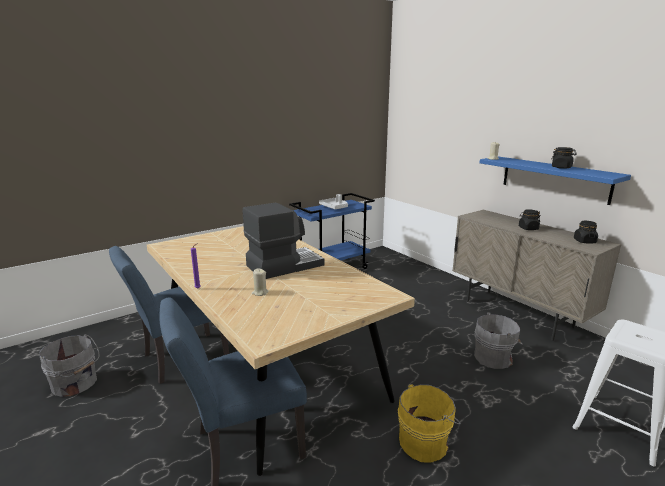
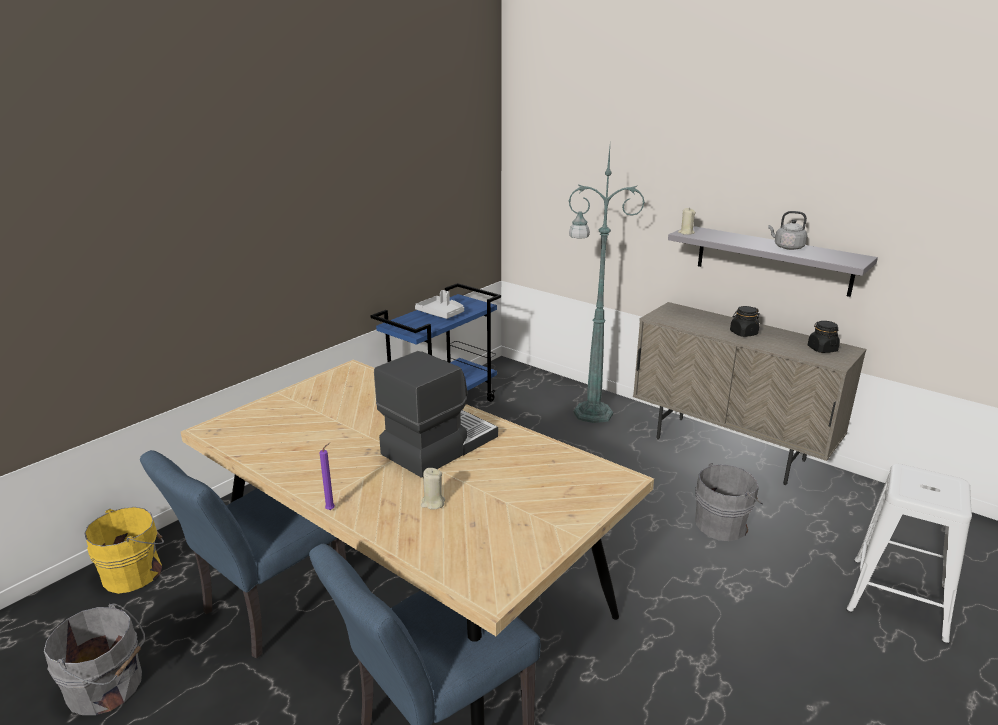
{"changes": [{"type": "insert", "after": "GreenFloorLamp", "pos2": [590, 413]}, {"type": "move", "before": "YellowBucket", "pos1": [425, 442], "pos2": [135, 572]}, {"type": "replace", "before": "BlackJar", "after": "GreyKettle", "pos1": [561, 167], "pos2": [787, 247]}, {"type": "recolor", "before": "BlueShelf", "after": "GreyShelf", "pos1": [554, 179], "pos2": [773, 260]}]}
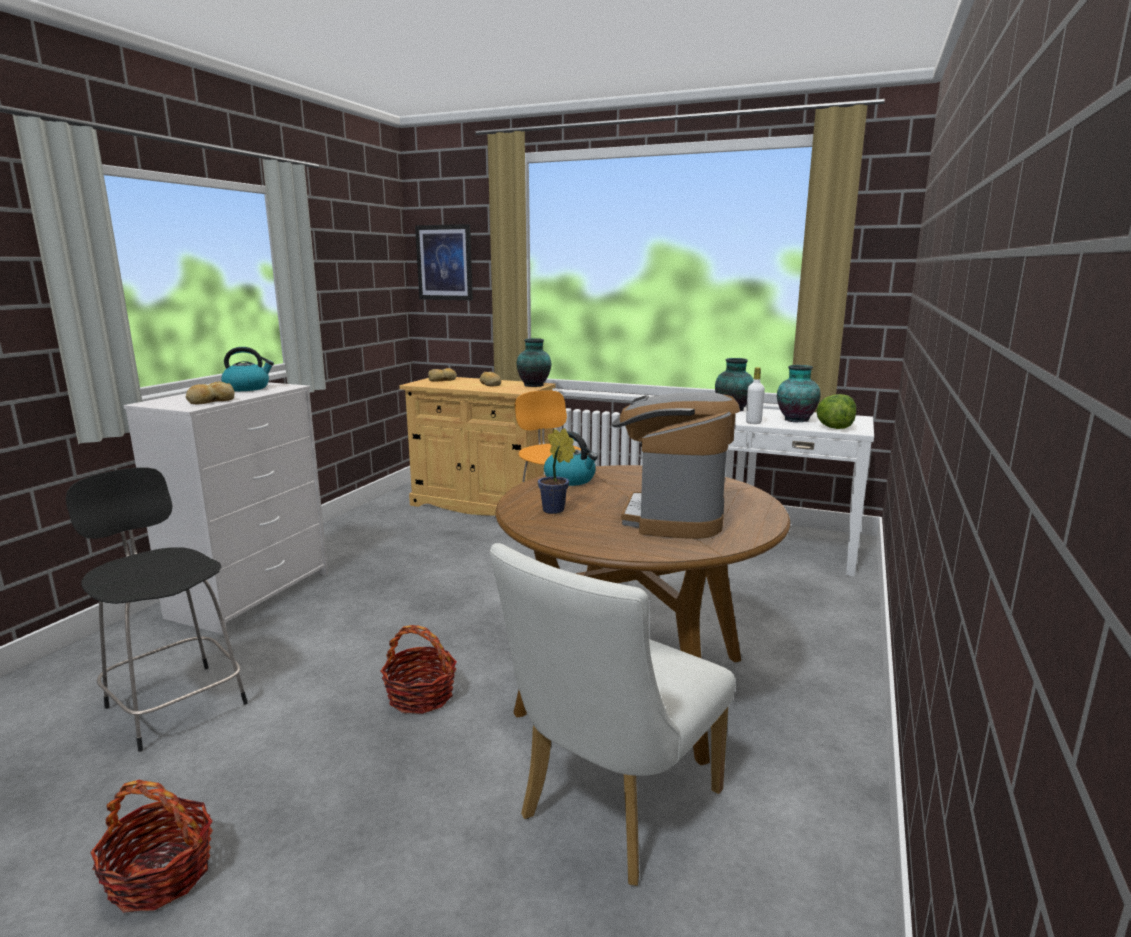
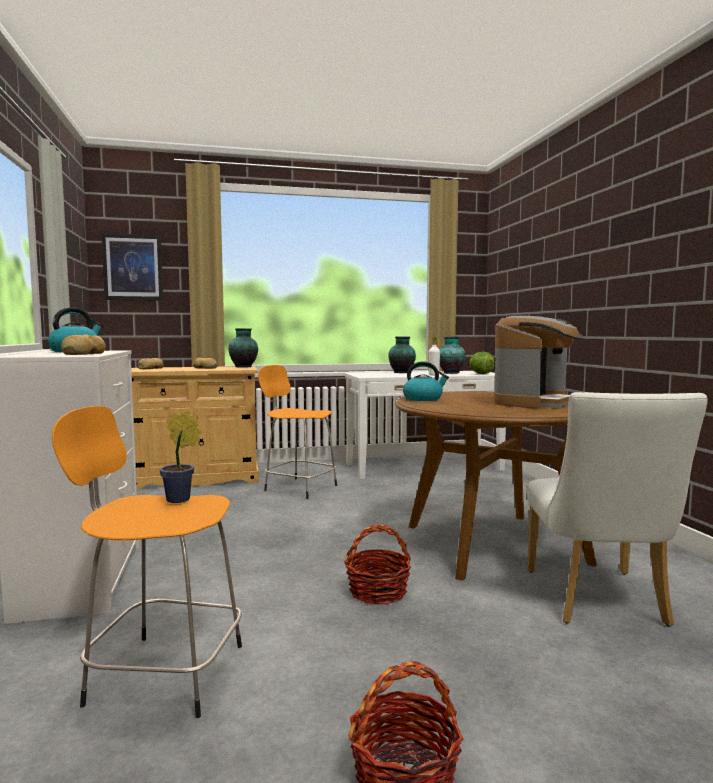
{"changes": [{"type": "move", "before": "PottedPlant", "pos1": [556, 511], "pos2": [181, 500]}, {"type": "recolor", "before": "BlackStool", "after": "OrangeStool", "pos1": [174, 703], "pos2": [162, 673]}, {"type": "rotate", "before": "CoffeeMachine", "pos1": [672, 517], "pos2": [534, 403], "turn": -120}]}
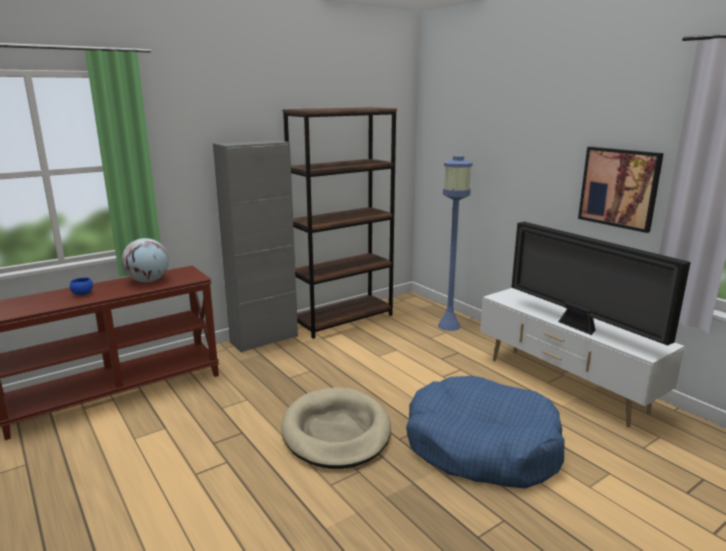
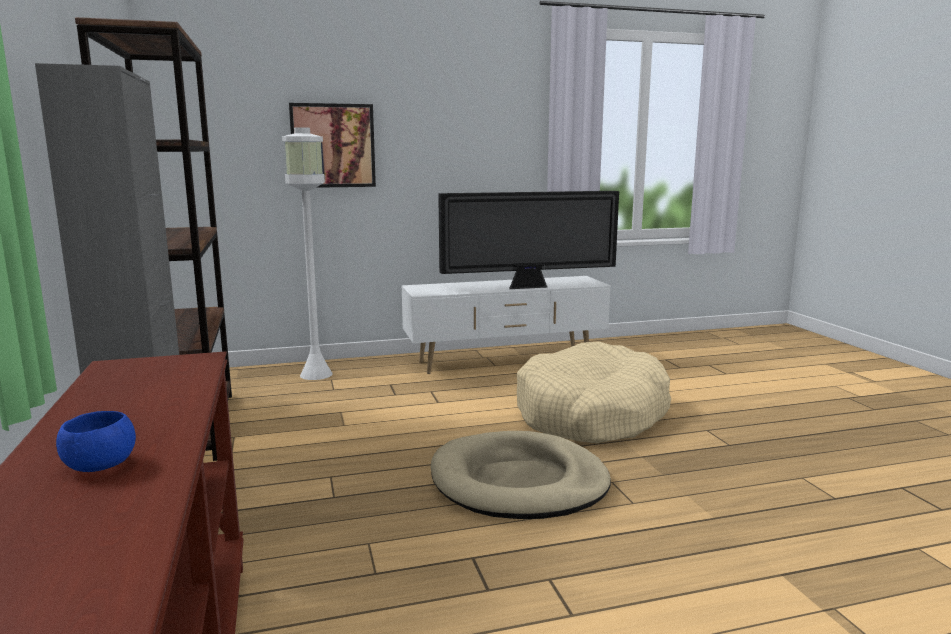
{"changes": [{"type": "delete", "before": "Globe", "pos1": [148, 281]}, {"type": "move", "before": "Picture", "pos1": [619, 188], "pos2": [333, 146]}, {"type": "recolor", "before": "BlueDogBed", "after": "BeigeDogBed", "pos1": [481, 446], "pos2": [591, 414]}, {"type": "recolor", "before": "BlueFloorLamp", "after": "WhiteFloorLamp", "pos1": [449, 326], "pos2": [316, 374]}]}
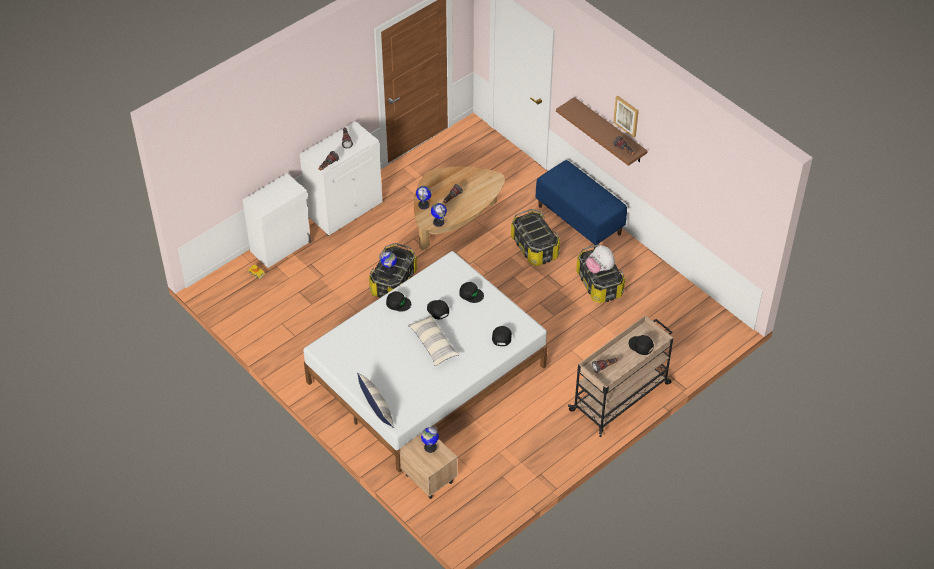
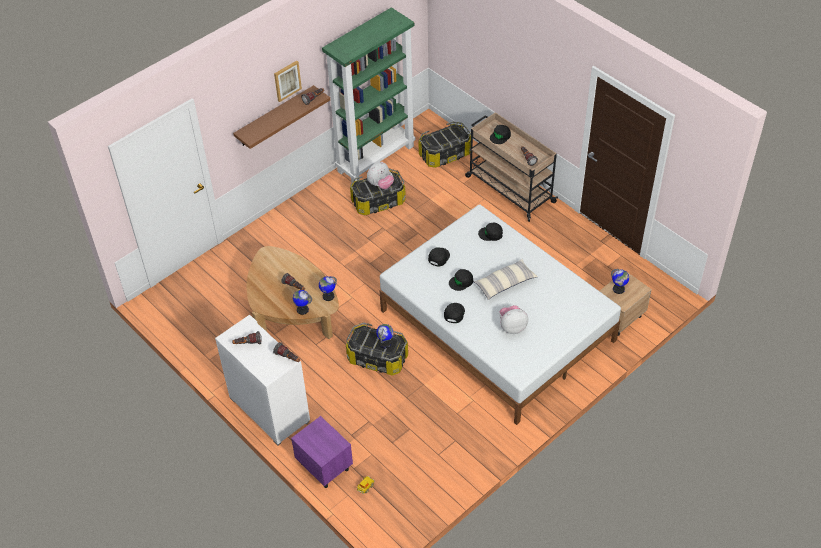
{"changes": [{"type": "delete", "before": "Pillow", "pos1": [376, 407]}, {"type": "delete", "before": "BlueBench", "pos1": [580, 220]}, {"type": "insert", "after": "GreenBookcase", "pos2": [376, 158]}, {"type": "insert", "after": "PlushToy", "pos2": [512, 327]}, {"type": "move", "before": "StorageBox", "pos1": [535, 247], "pos2": [444, 154]}, {"type": "replace", "before": "WhiteCabinet", "after": "PurpleNightstand", "pos1": [281, 246], "pos2": [324, 465]}]}
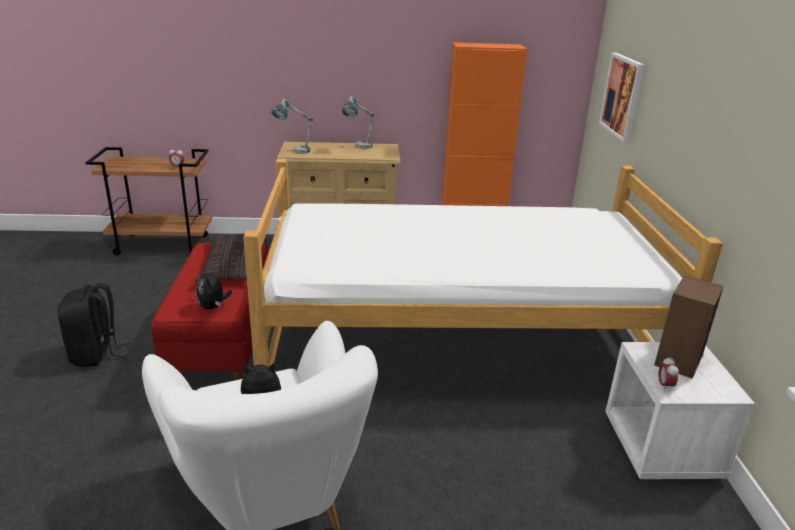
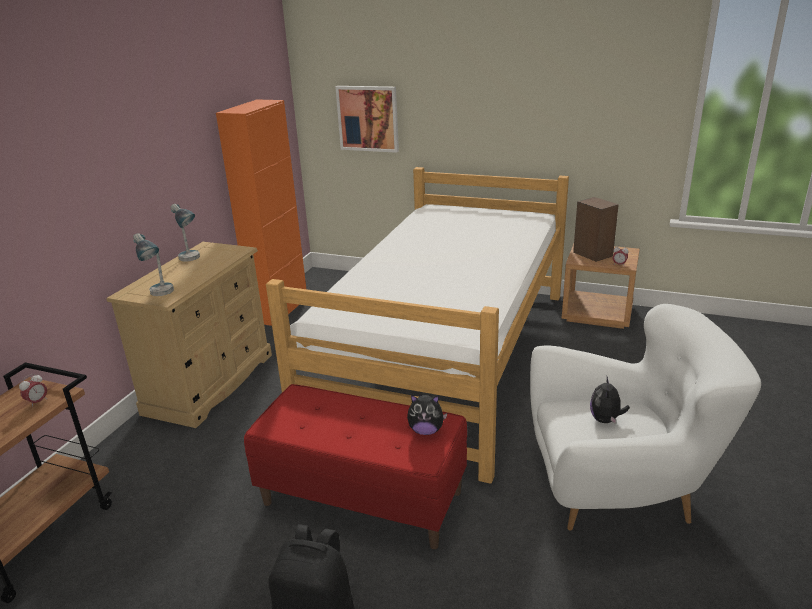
{"changes": [{"type": "delete", "before": "Pillow", "pos1": [229, 264]}, {"type": "recolor", "before": "WhiteNightstand", "after": "BrownNightstand", "pos1": [661, 448], "pos2": [597, 314]}]}
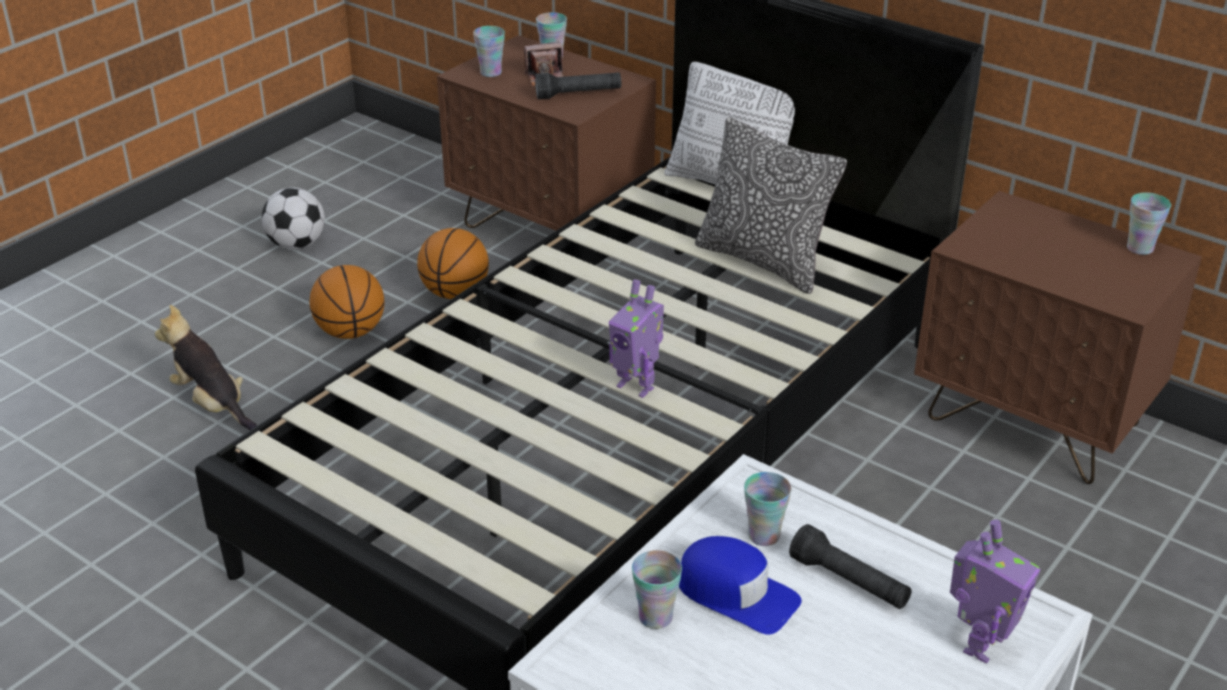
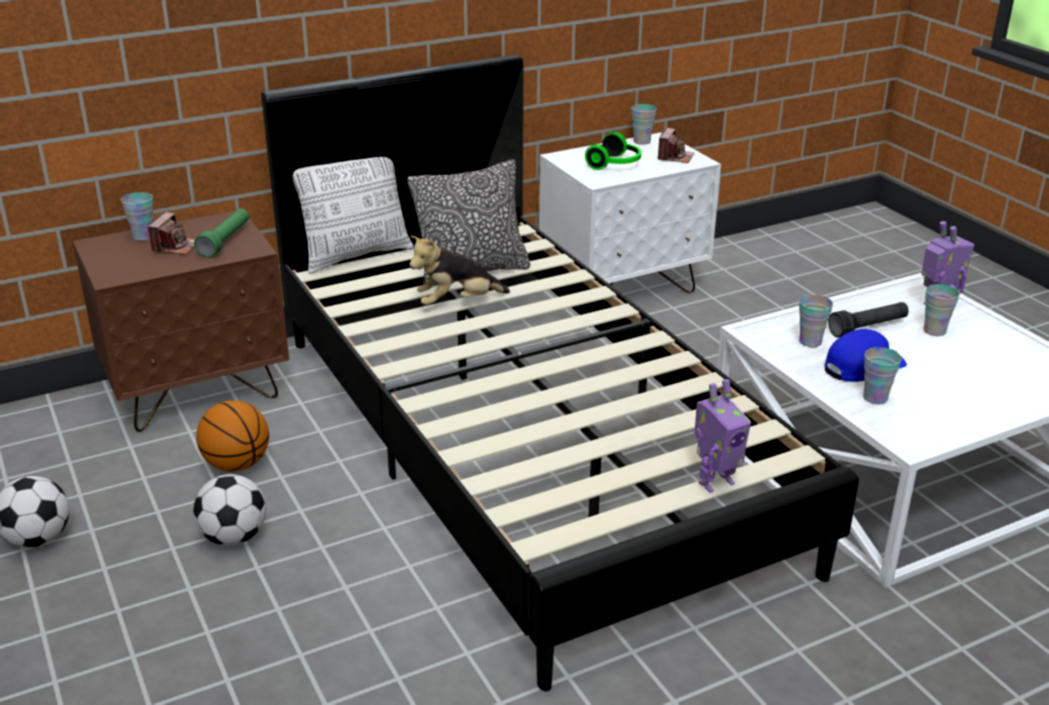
{"changes": [{"type": "insert", "after": "Headphones", "pos2": [616, 164]}, {"type": "insert", "after": "PhotoCamera", "pos2": [675, 157]}, {"type": "move", "before": "PlushToy", "pos1": [212, 404], "pos2": [457, 303]}, {"type": "move", "before": "Cup", "pos1": [491, 72], "pos2": [934, 331]}, {"type": "move", "before": "ToyRobot", "pos1": [636, 386], "pos2": [715, 482]}, {"type": "replace", "before": "Basketball", "after": "Football", "pos1": [351, 332], "pos2": [234, 537]}, {"type": "recolor", "before": "BlackFlashlight", "after": "GreenFlashlight", "pos1": [578, 95], "pos2": [225, 241]}, {"type": "recolor", "before": "BrownNightstand", "after": "WhiteNightstand", "pos1": [1033, 423], "pos2": [623, 288]}]}
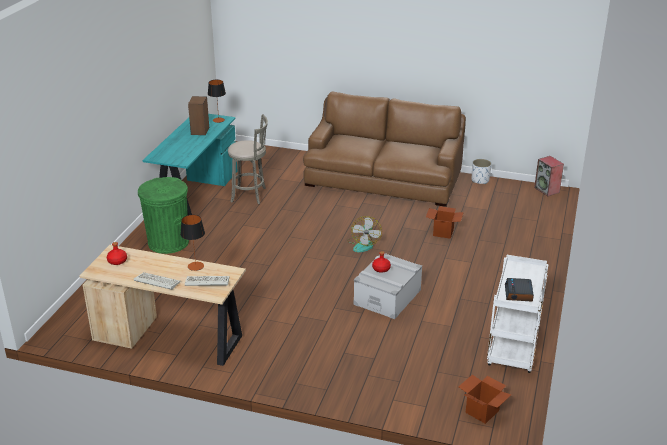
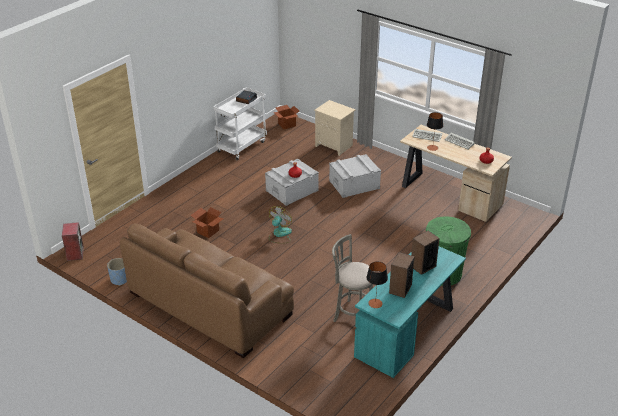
{"changes": [{"type": "insert", "after": "BeigeNightstand", "pos2": [335, 146]}, {"type": "insert", "after": "GreyStorageBox", "pos2": [354, 184]}, {"type": "insert", "after": "Speaker", "pos2": [423, 266]}, {"type": "recolor", "before": "WhitePlanter", "after": "BluePlanter", "pos1": [480, 180], "pos2": [119, 279]}]}
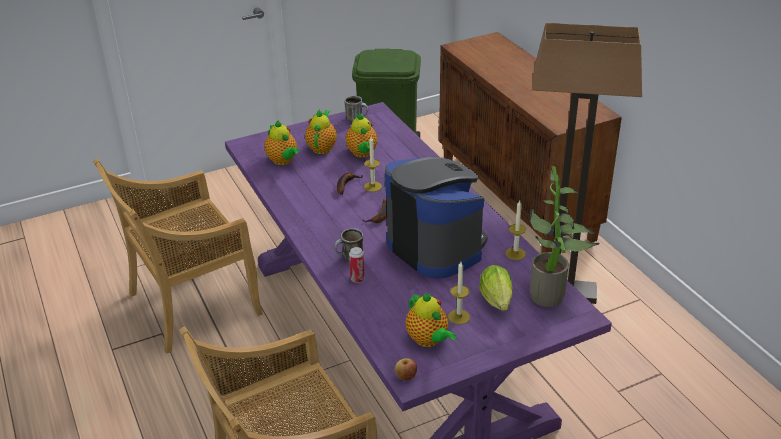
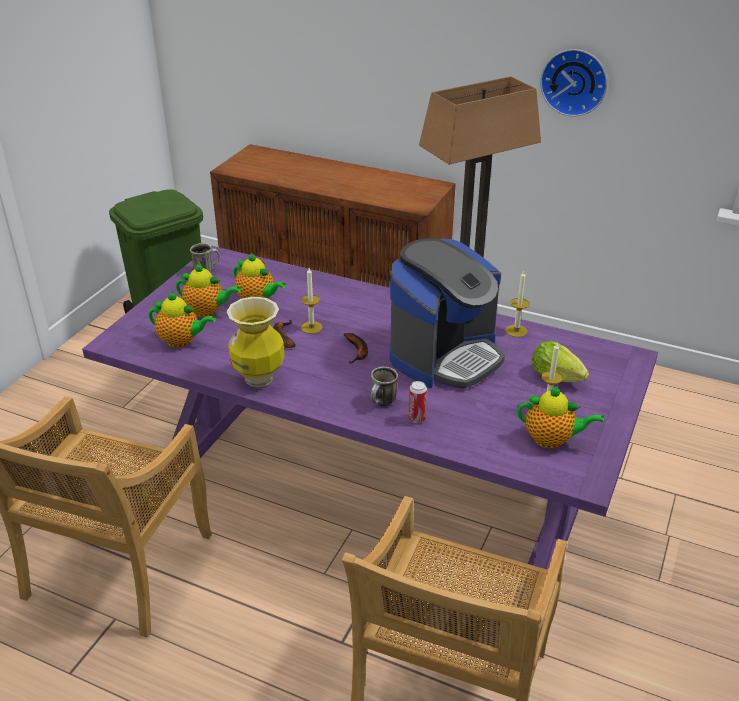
{"changes": [{"type": "delete", "before": "Apple", "pos1": [406, 376]}, {"type": "delete", "before": "PottedPlant", "pos1": [552, 296]}, {"type": "insert", "after": "Vase", "pos2": [259, 378]}, {"type": "insert", "after": "WallClock", "pos2": [574, 81]}, {"type": "rotate", "before": "Teapot", "pos1": [322, 147], "pos2": [207, 311], "turn": 135}, {"type": "rotate", "before": "CoffeeMachine", "pos1": [435, 247], "pos2": [445, 356], "turn": 120}]}
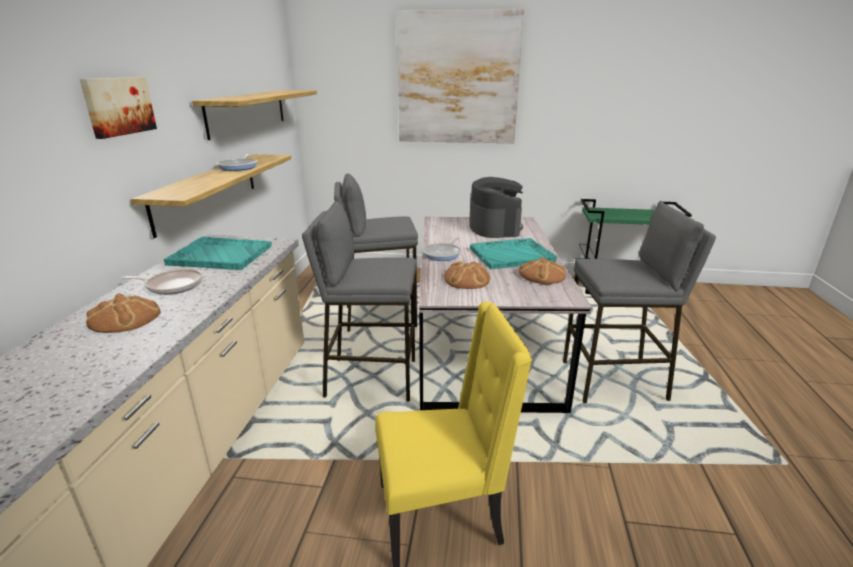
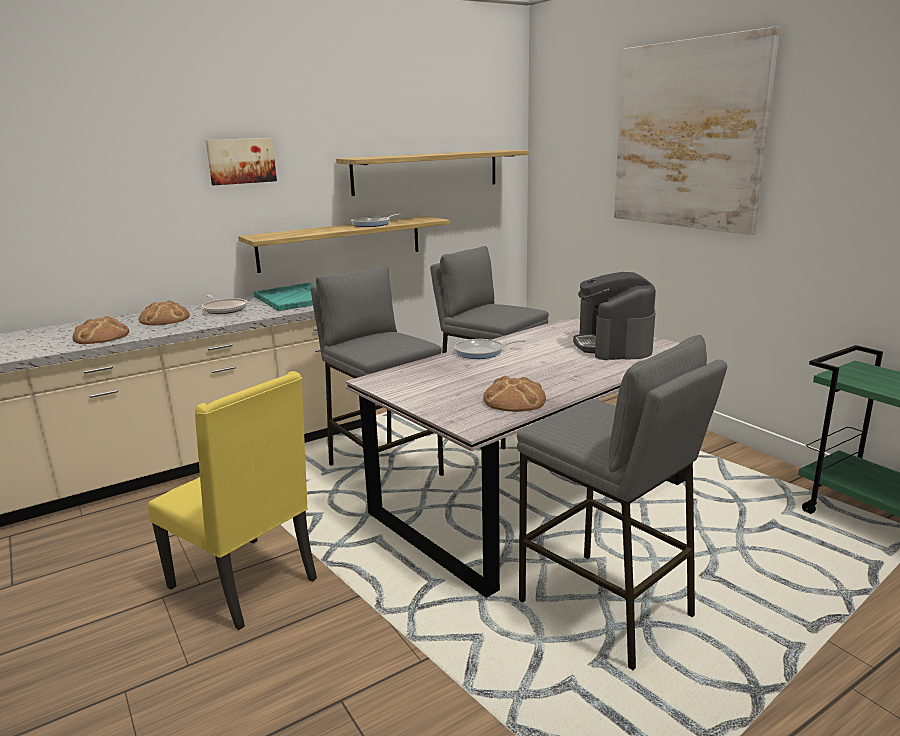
{"changes": [{"type": "delete", "before": "TurquoiseTray", "pos1": [512, 255]}, {"type": "move", "before": "Bread", "pos1": [467, 279], "pos2": [102, 336]}, {"type": "rotate", "before": "CoffeeMachine", "pos1": [494, 227], "pos2": [613, 345], "turn": 135}]}
